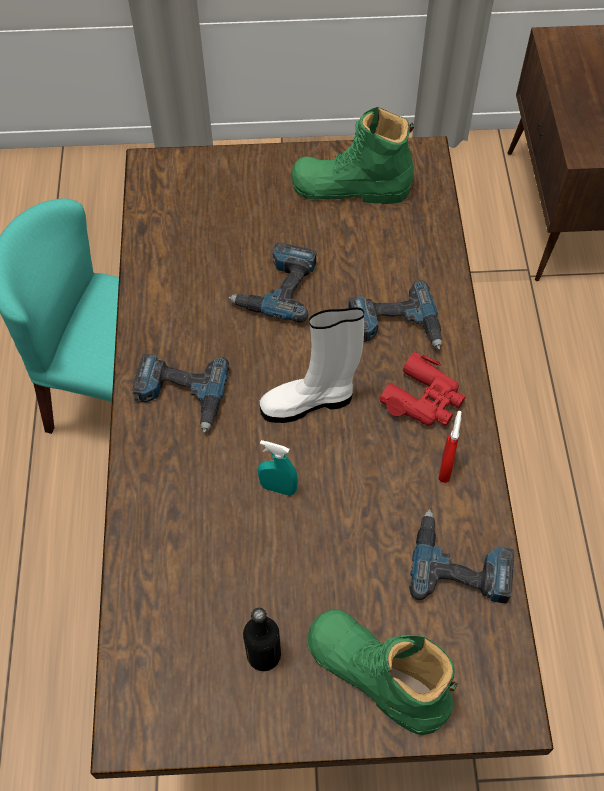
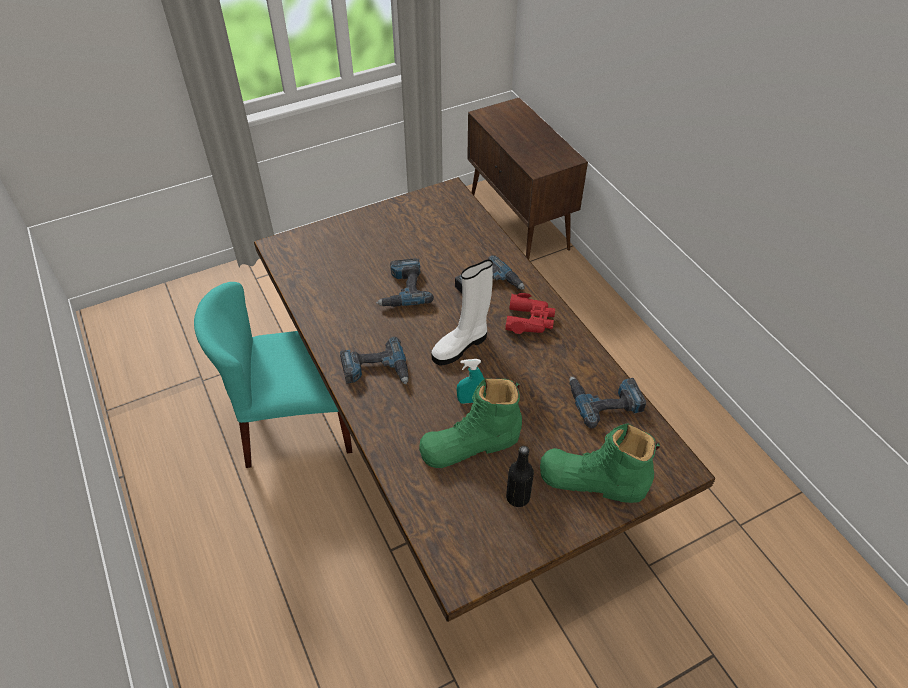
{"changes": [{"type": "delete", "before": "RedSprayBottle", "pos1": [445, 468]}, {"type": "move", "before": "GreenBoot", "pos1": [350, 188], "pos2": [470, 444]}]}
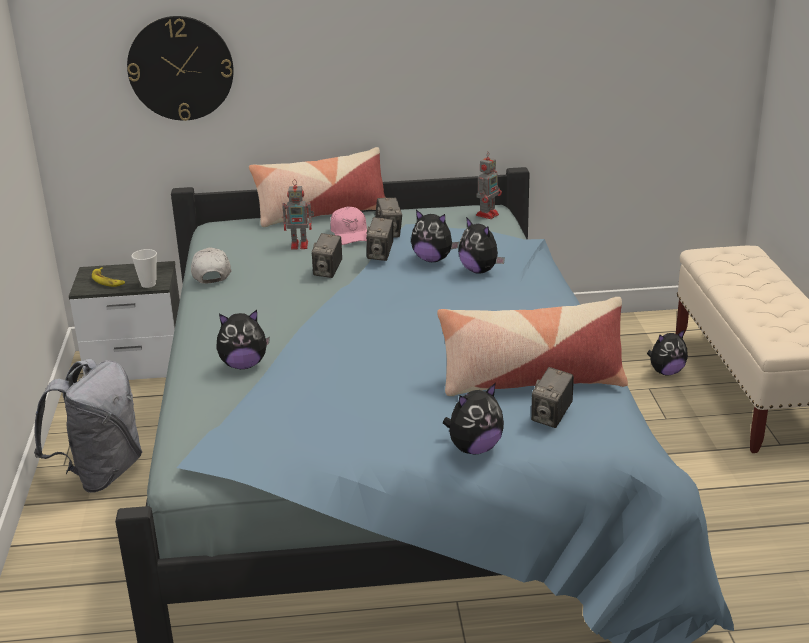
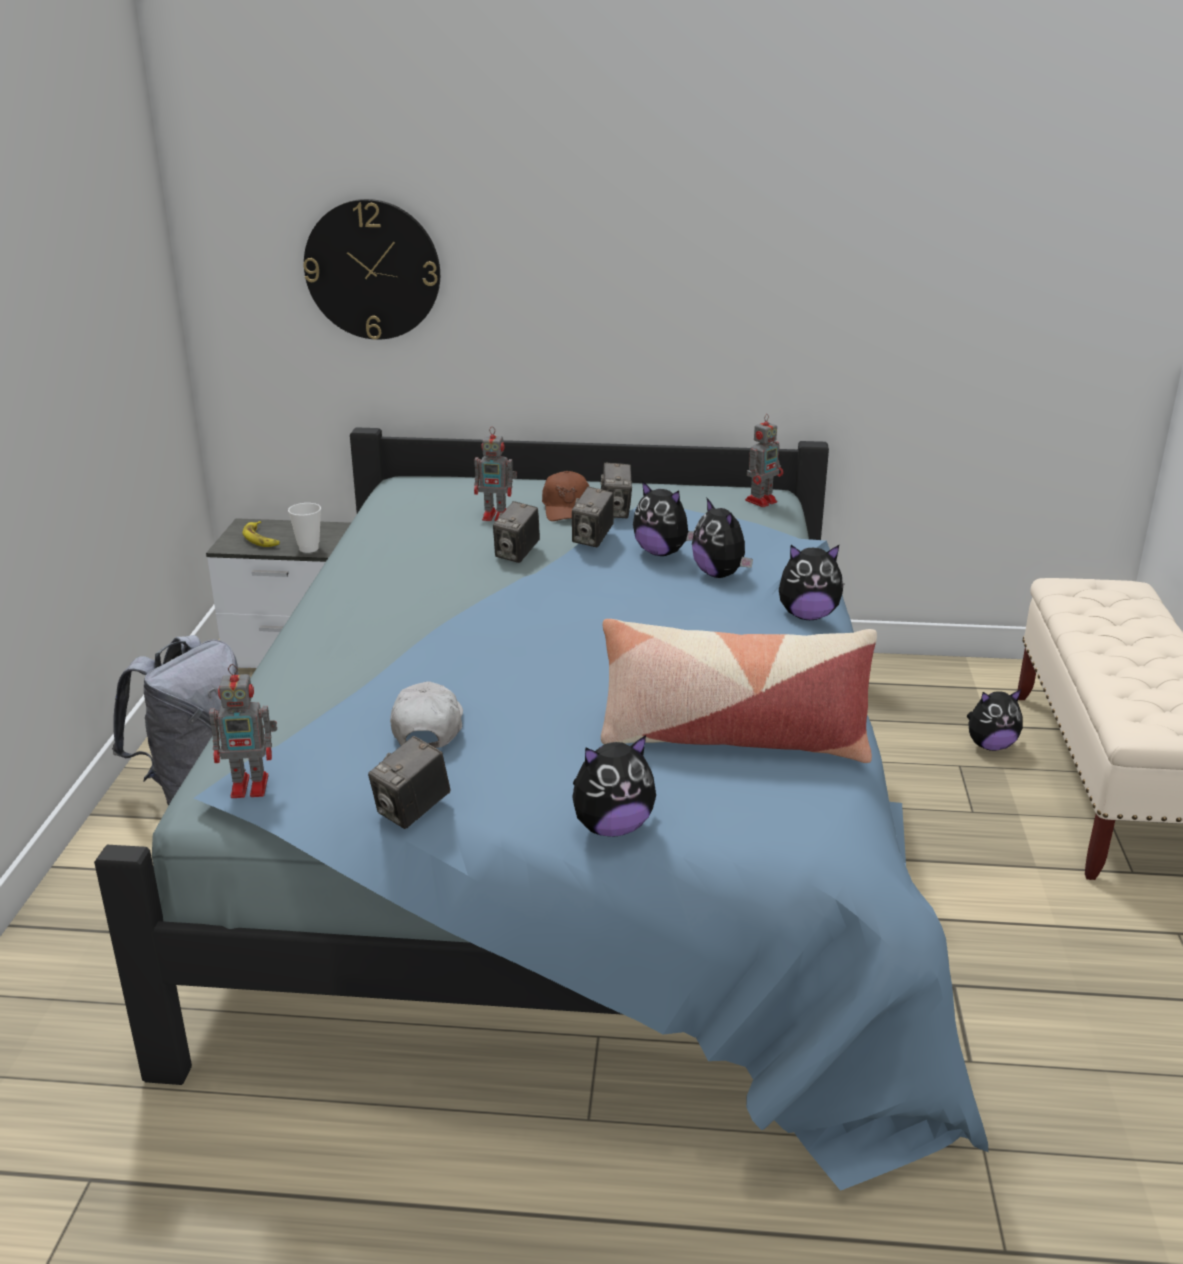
{"changes": [{"type": "delete", "before": "Pillow", "pos1": [322, 214]}, {"type": "insert", "after": "ToyRobot", "pos2": [252, 786]}, {"type": "move", "before": "WhiteCap", "pos1": [211, 273], "pos2": [428, 727]}, {"type": "move", "before": "PlushToy", "pos1": [244, 365], "pos2": [807, 615]}, {"type": "move", "before": "PhotoCamera", "pos1": [551, 417], "pos2": [412, 811]}, {"type": "recolor", "before": "PinkCap", "after": "BrownCap", "pos1": [350, 234], "pos2": [567, 509]}]}
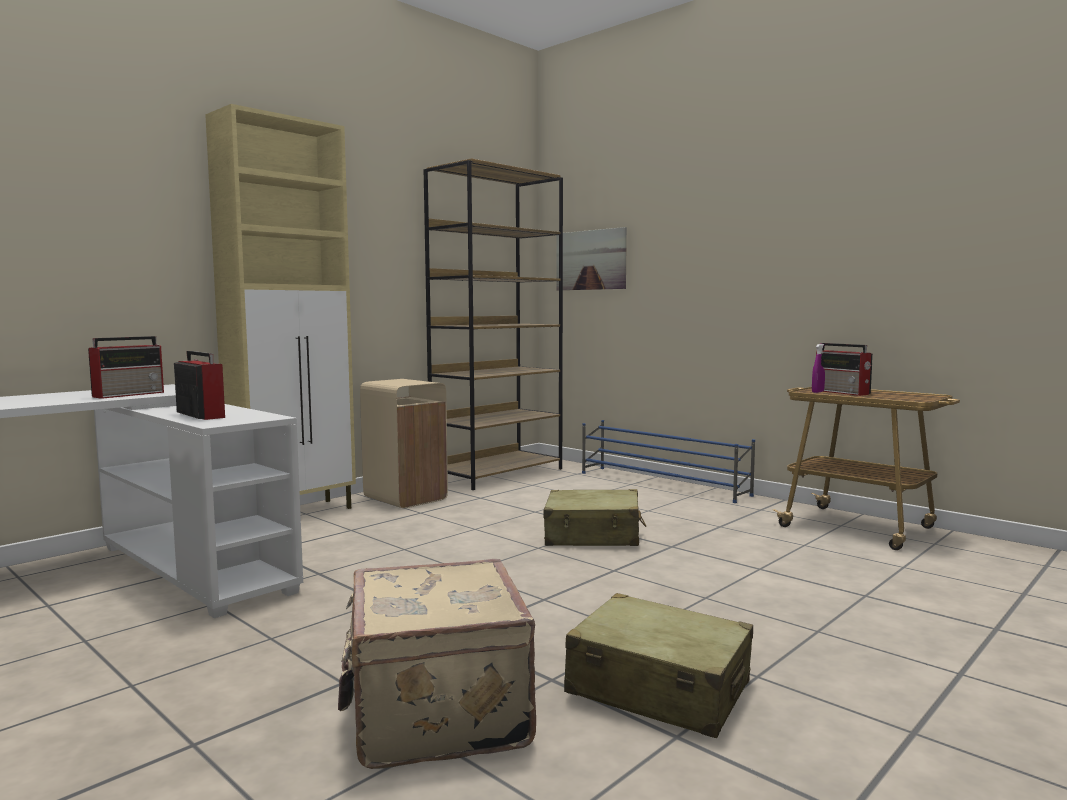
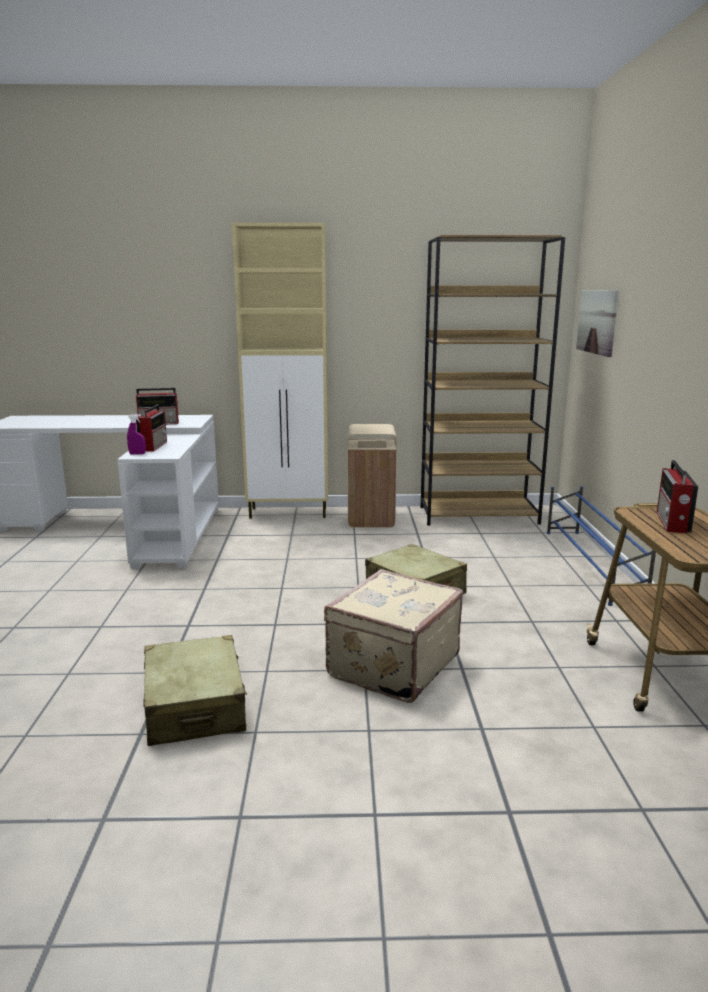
{"changes": [{"type": "move", "before": "BeigeSuitcase", "pos1": [435, 713], "pos2": [391, 665]}, {"type": "move", "before": "PurpleSprayBottle", "pos1": [817, 392], "pos2": [137, 454]}]}
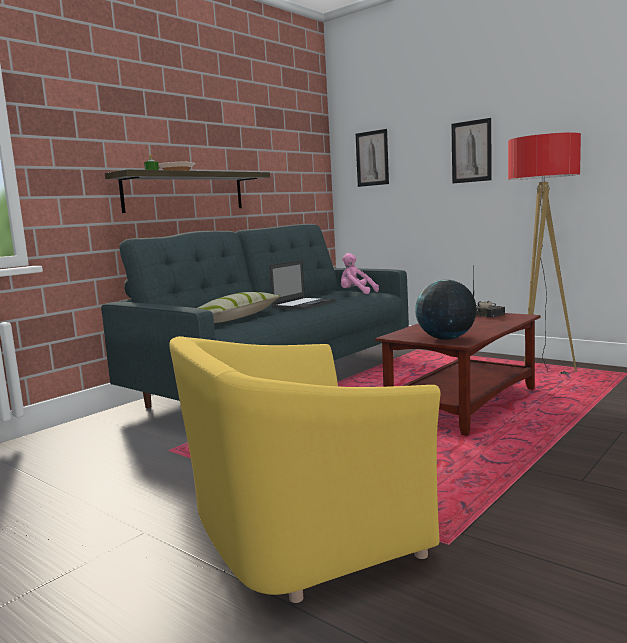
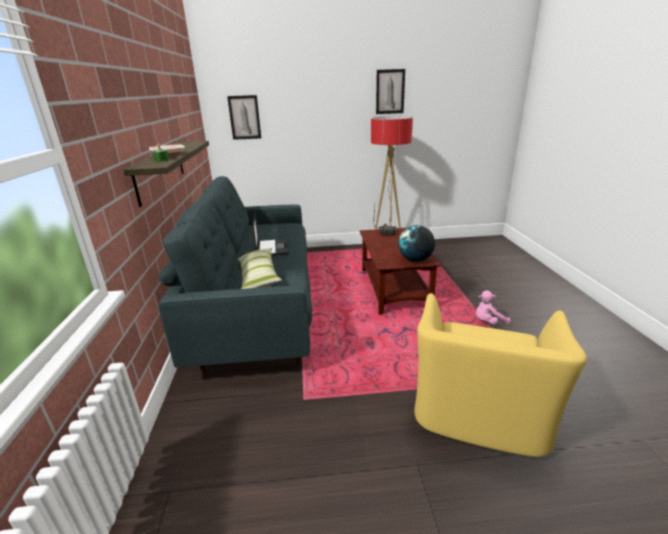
{"changes": [{"type": "move", "before": "PinkPlushToy", "pos1": [356, 293], "pos2": [488, 322]}, {"type": "move", "before": "Picture", "pos1": [471, 151], "pos2": [390, 92]}]}
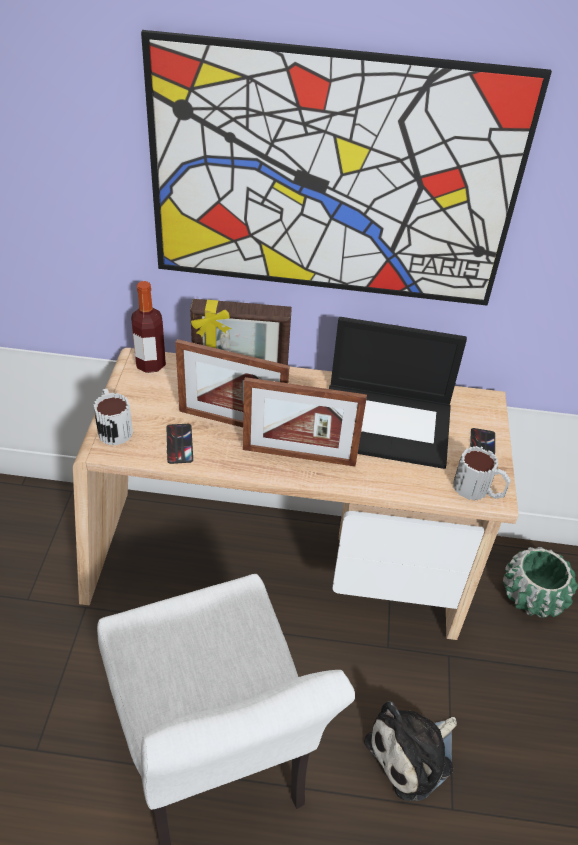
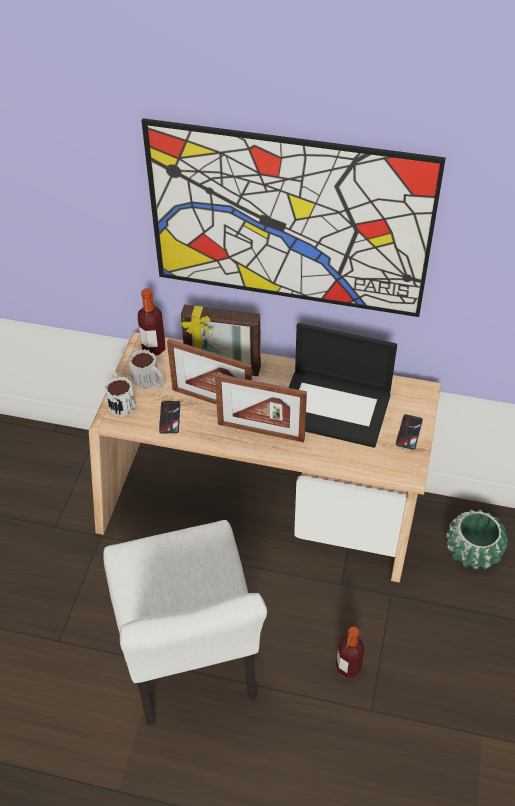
{"changes": [{"type": "move", "before": "Mug", "pos1": [478, 490], "pos2": [149, 382]}, {"type": "replace", "before": "PlushToy", "after": "Bottle", "pos1": [413, 753], "pos2": [348, 667]}]}
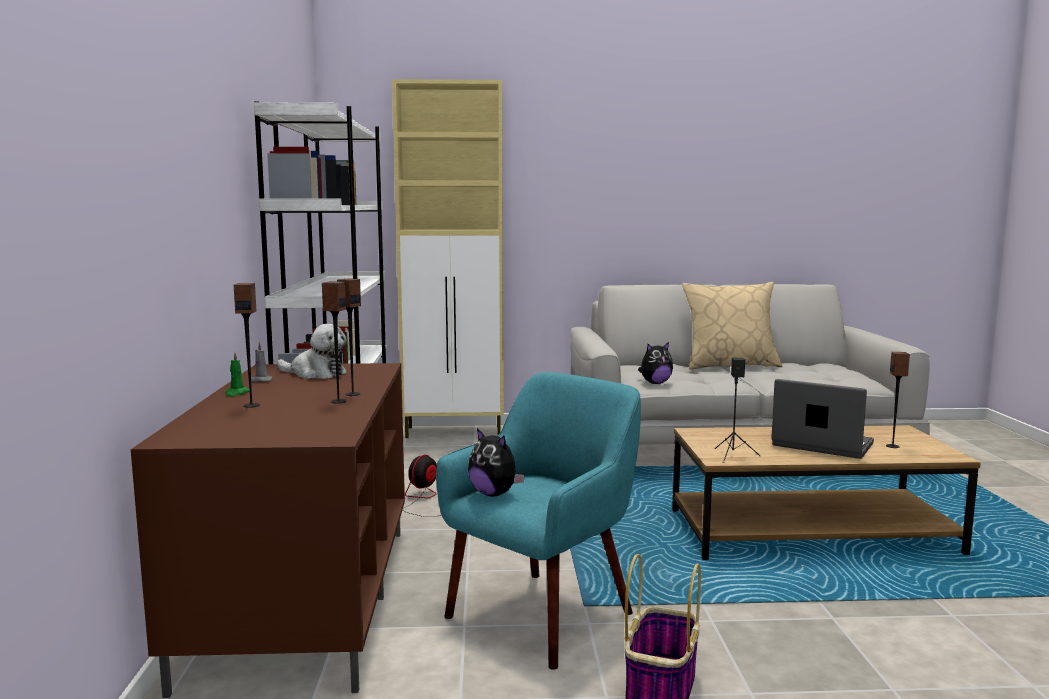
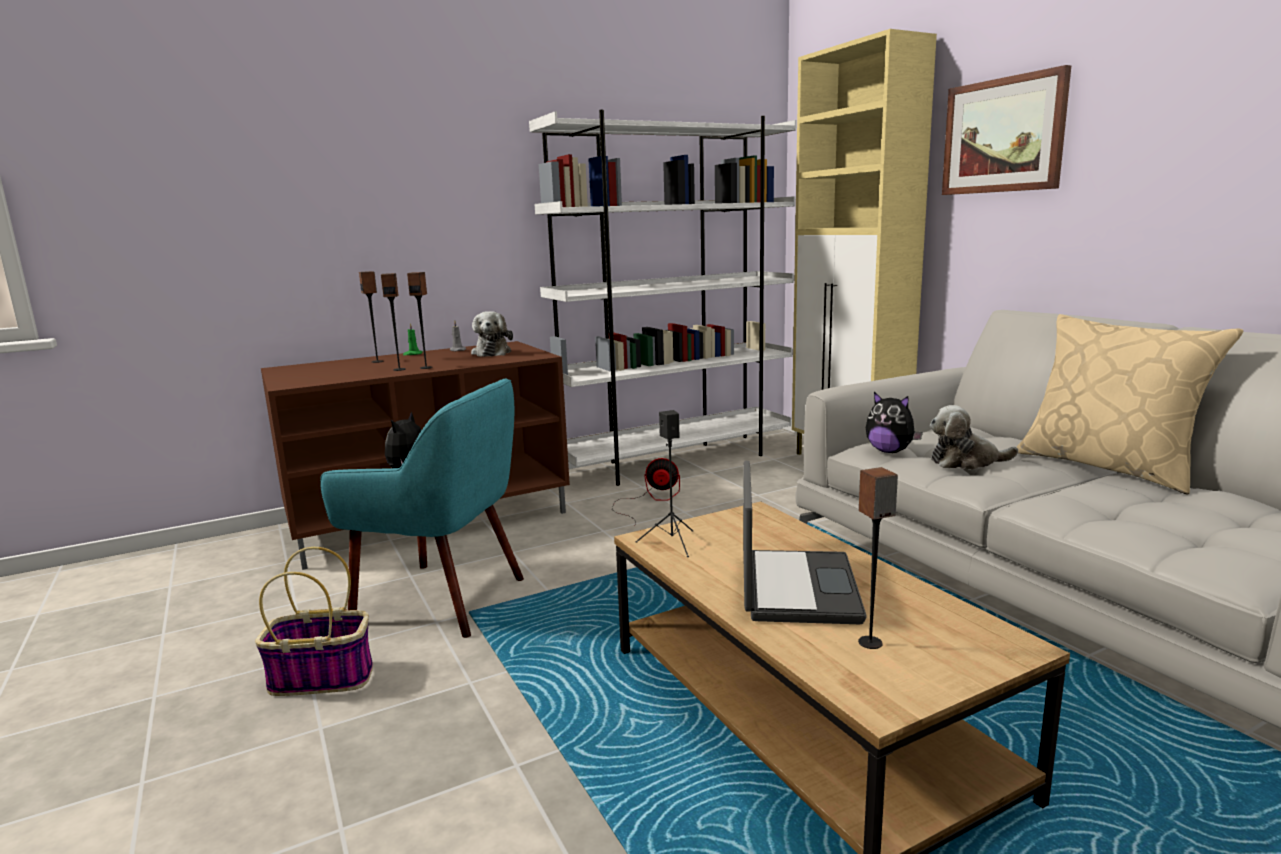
{"changes": [{"type": "insert", "after": "PlushToy", "pos2": [966, 462]}, {"type": "insert", "after": "Picture", "pos2": [1003, 136]}]}
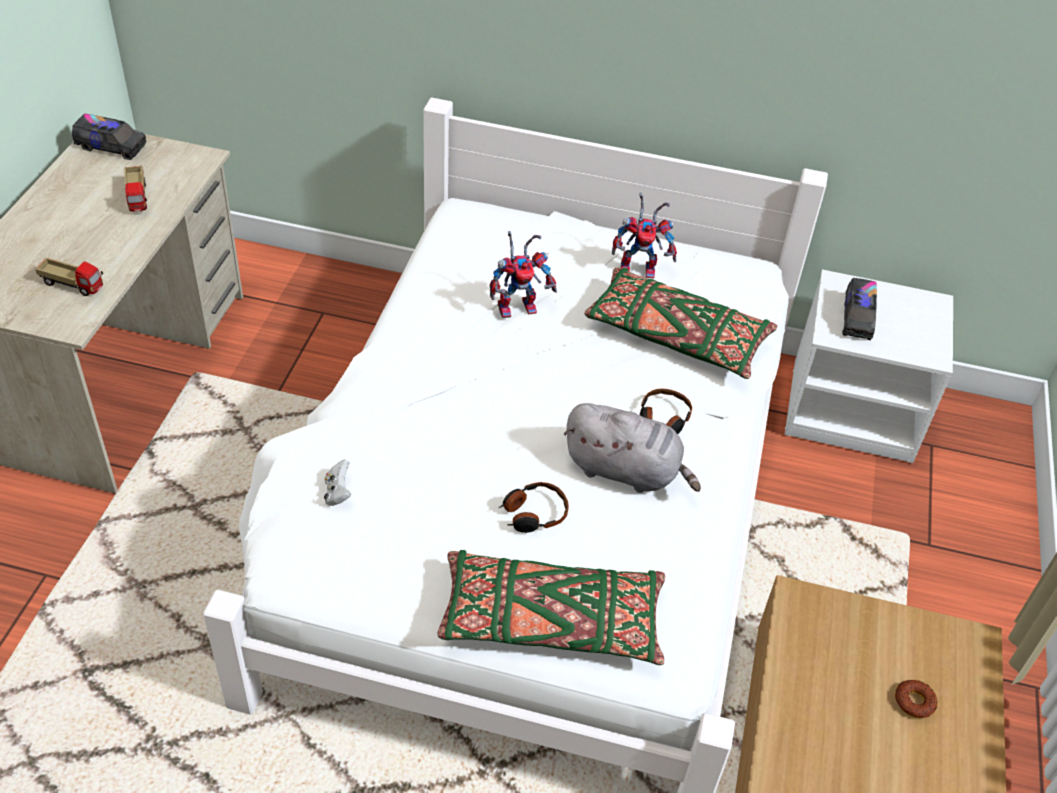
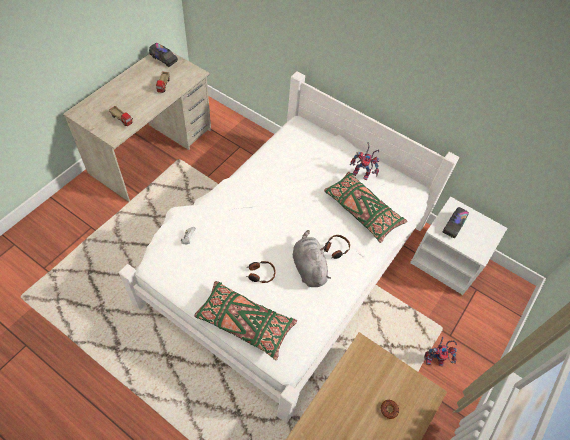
{"changes": [{"type": "move", "before": "ToyRobot", "pos1": [519, 306], "pos2": [435, 359]}, {"type": "rotate", "before": "GreyPlushToy", "pos1": [626, 471], "pos2": [308, 267], "turn": -150}]}
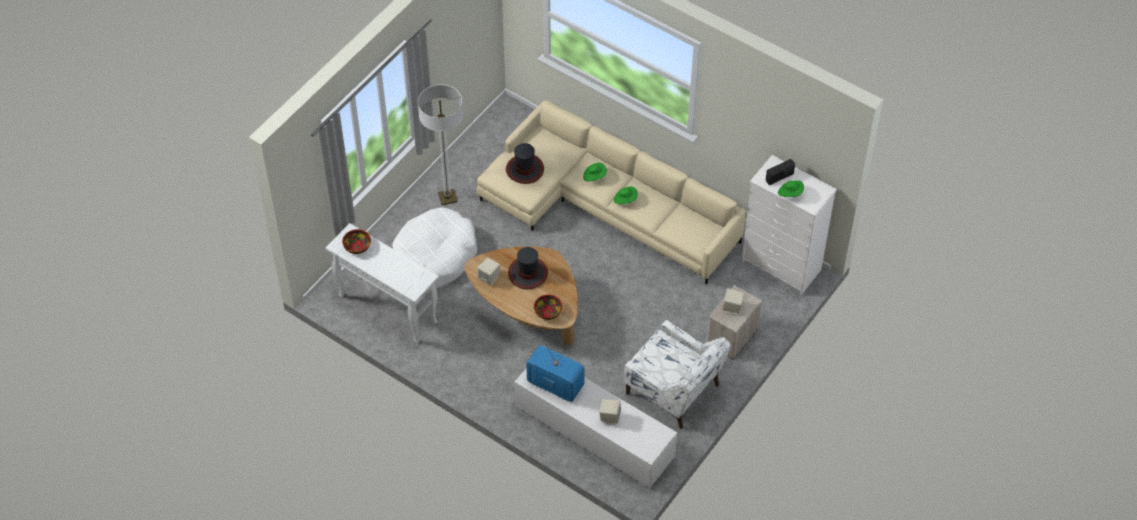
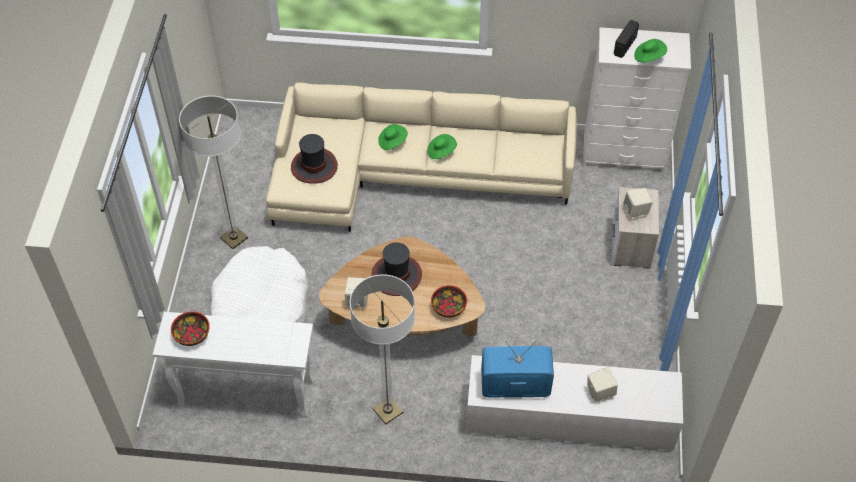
{"changes": [{"type": "delete", "before": "WhiteArmchair", "pos1": [674, 390]}, {"type": "insert", "after": "FloorLamp", "pos2": [388, 411]}]}
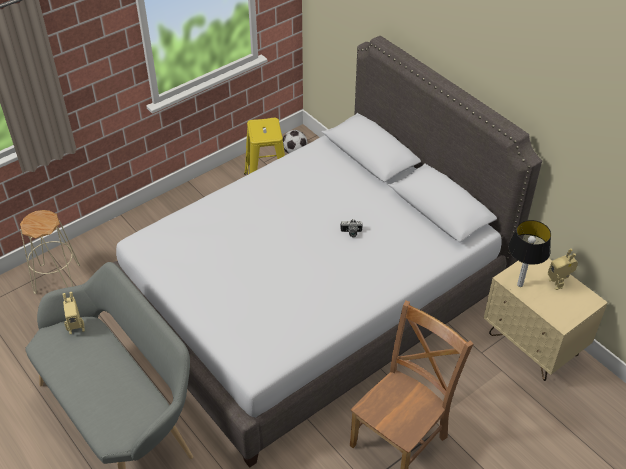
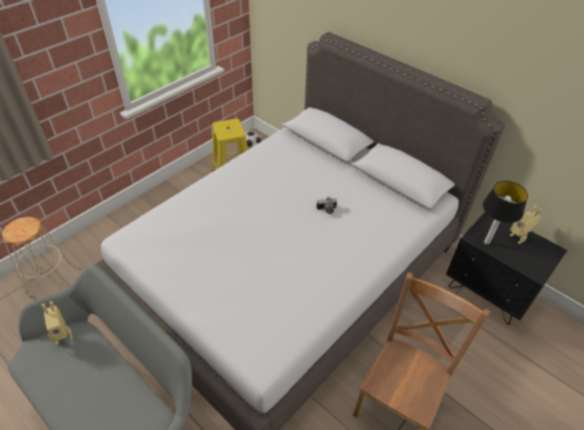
{"changes": [{"type": "recolor", "before": "BeigeNightstand", "after": "BlackNightstand", "pos1": [533, 345], "pos2": [487, 293]}]}
